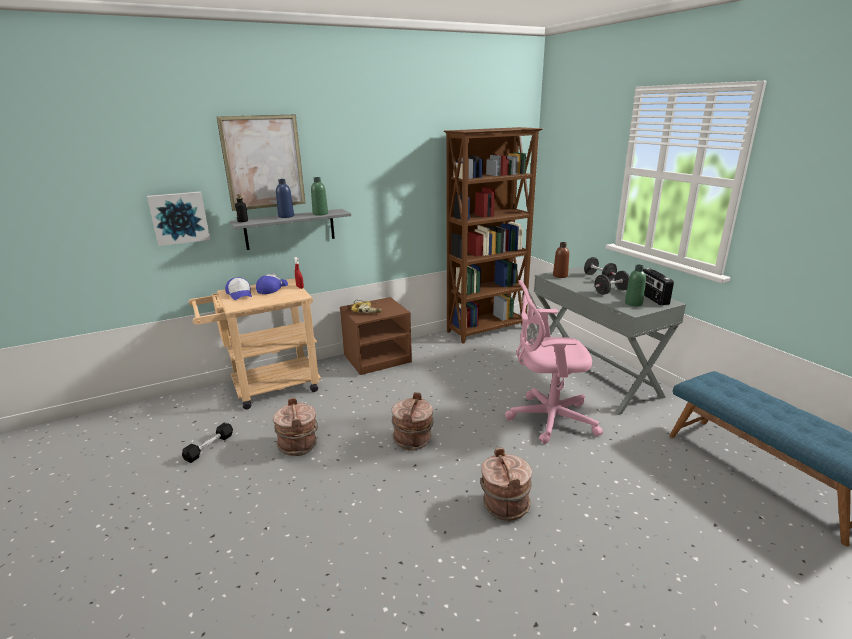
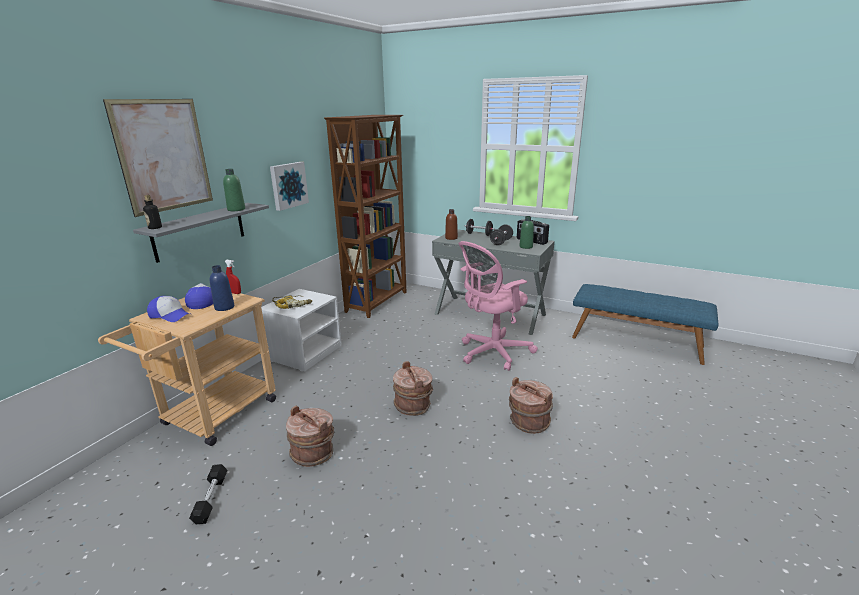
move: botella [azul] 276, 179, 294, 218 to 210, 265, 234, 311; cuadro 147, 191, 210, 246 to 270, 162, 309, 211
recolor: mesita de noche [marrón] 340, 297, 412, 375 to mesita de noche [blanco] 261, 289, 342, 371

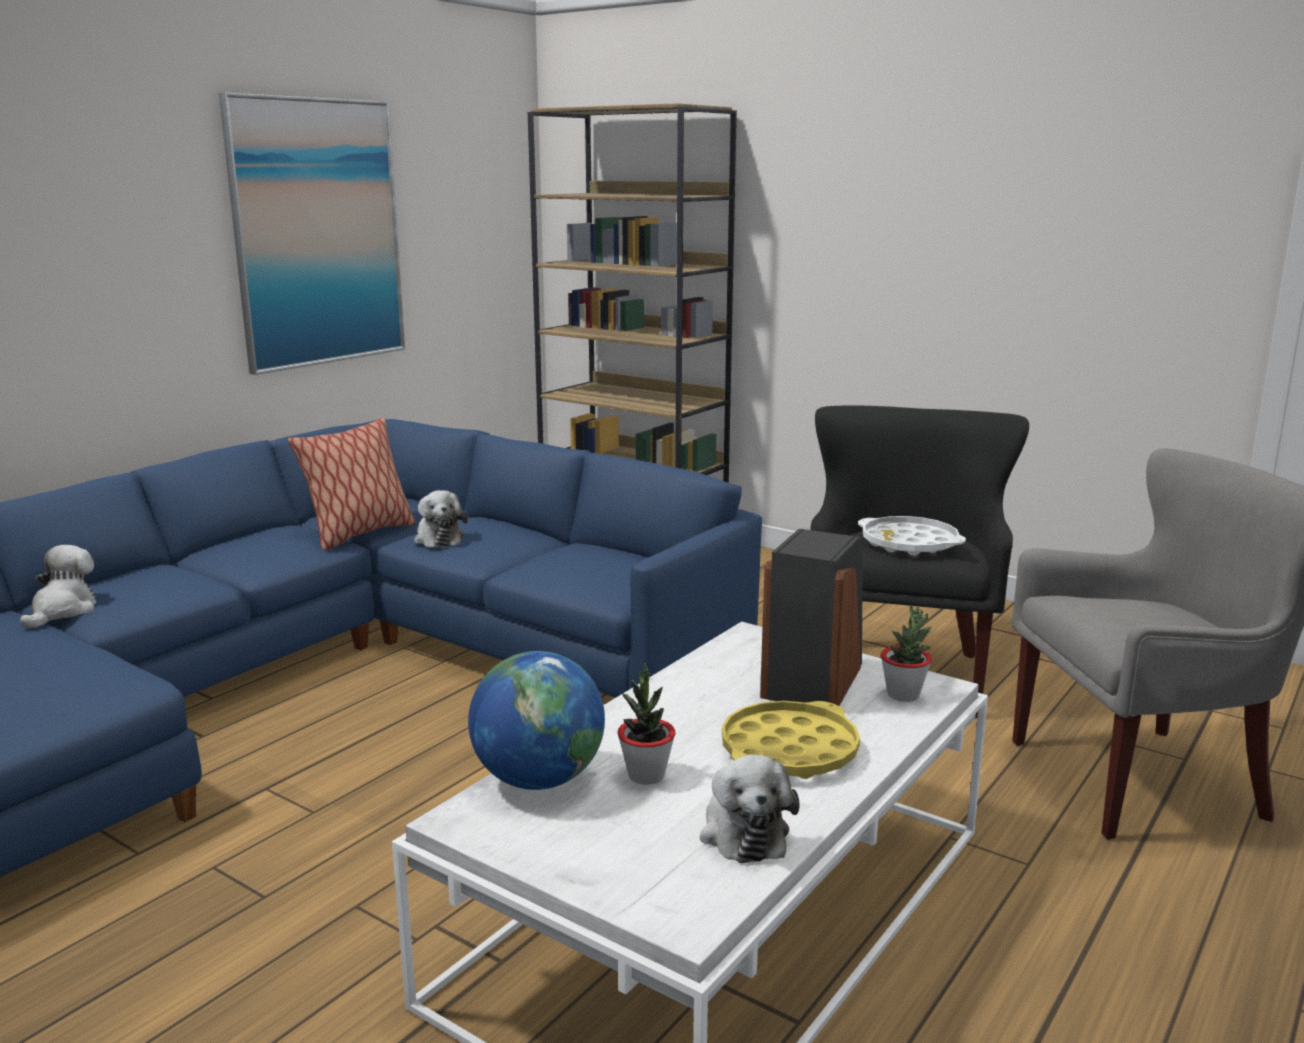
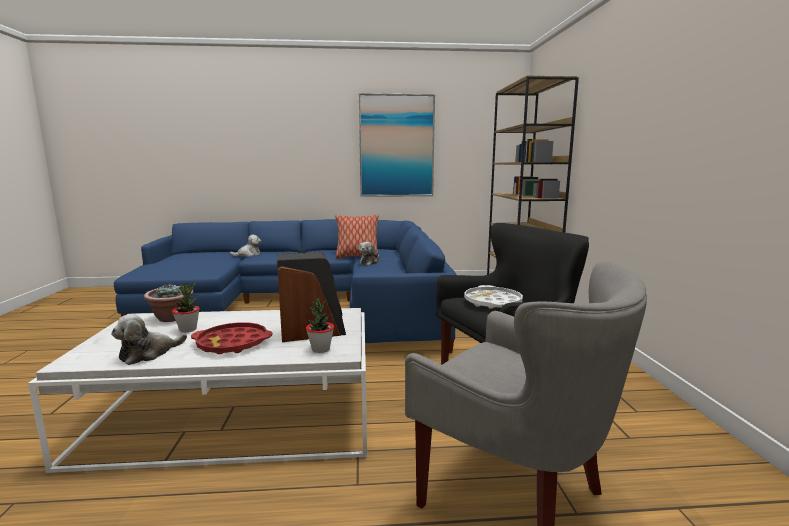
replace: globo terráqueo 468, 651, 605, 790 to planta en maceta 144, 283, 193, 322
recolor: bandeja [amarillo] 722, 701, 860, 779 to bandeja [rojo] 191, 322, 272, 354

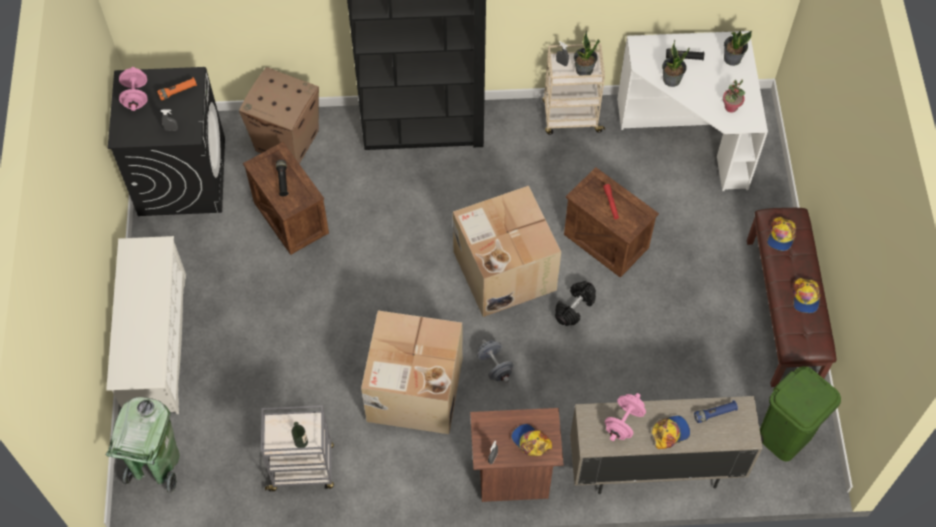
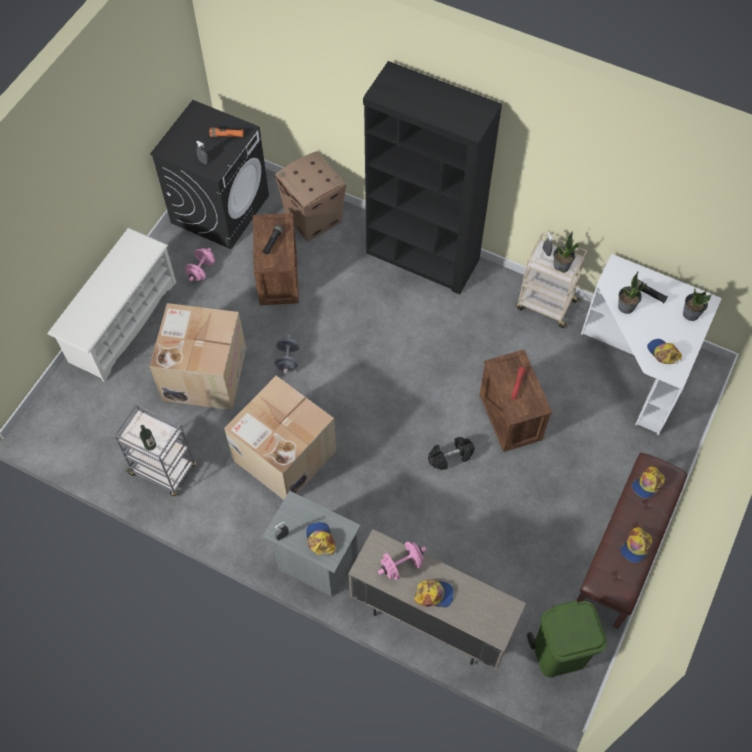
delete: papelera [verde] 106, 397, 180, 493; linterna [azul] 694, 400, 738, 423
move: mancuerna [rosa] 119, 67, 148, 111 to 185, 248, 215, 282; caja de cartón 453, 186, 561, 317 to 149, 303, 246, 410; mancuerna [gris] 477, 339, 514, 383 to 275, 335, 300, 374
replace: planta en maceta 723, 79, 745, 113 to gorra 647, 339, 682, 364
recolor: mesita de noche [marrón] 470, 408, 564, 502 to mesita de noche [gris] 262, 491, 361, 597

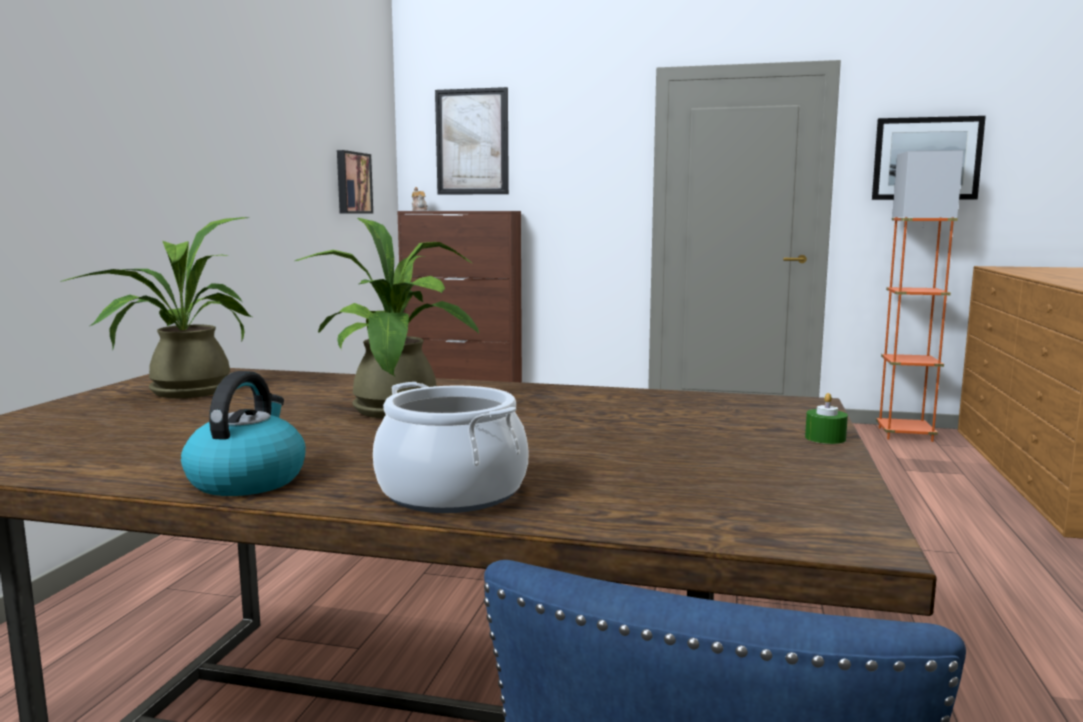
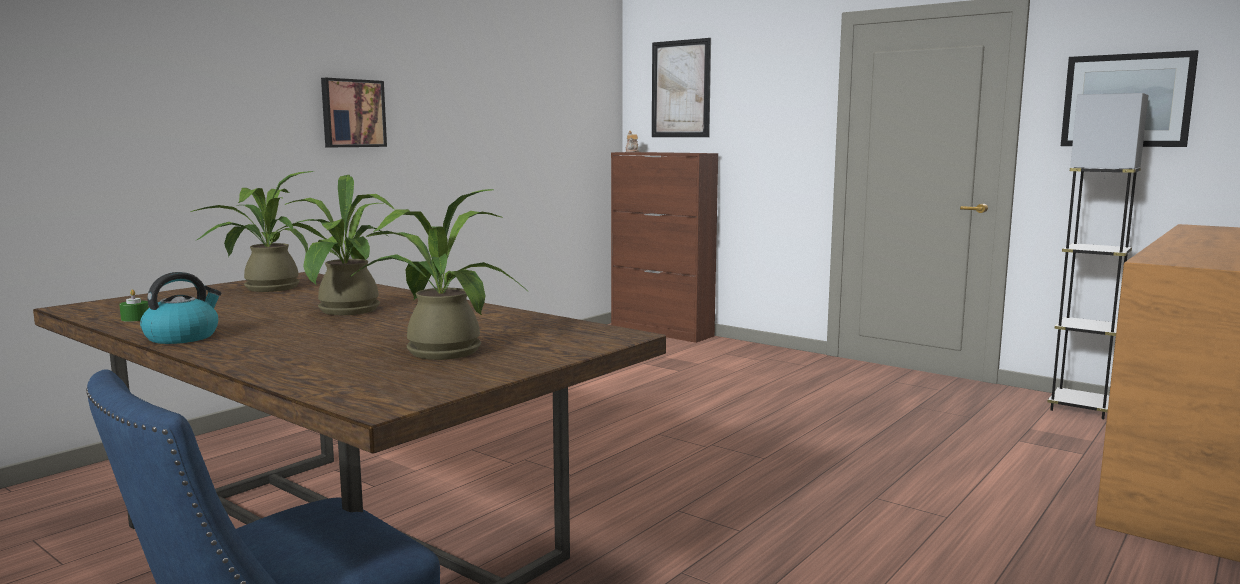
delete: olla 373, 382, 529, 513
insert: planta en maceta 350, 189, 529, 360
move: cuadro 337, 150, 373, 214 to 321, 78, 387, 147; vela [verde] 805, 393, 848, 444 to 119, 289, 149, 322
recolor: lámpara de pie [naranja] 876, 150, 964, 442 to lámpara de pie [gris] 1048, 93, 1149, 420

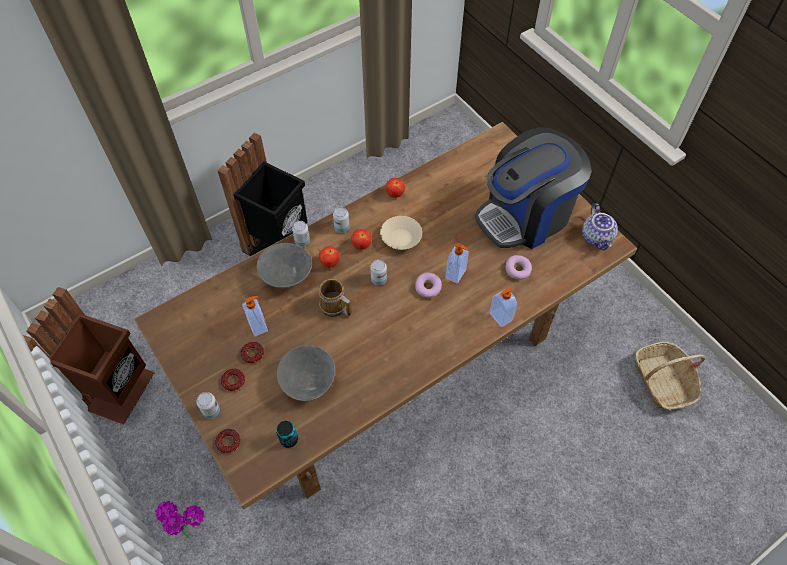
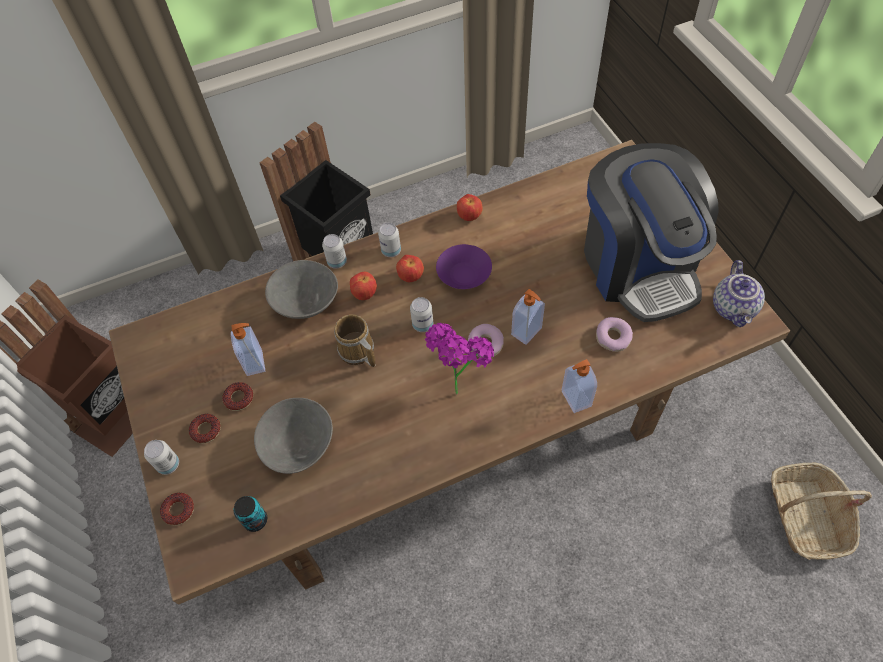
move: planta en maceta 156, 501, 204, 538 to 425, 323, 494, 395
recolor: cuenco [beis] 380, 216, 422, 250 to cuenco [morado] 436, 244, 492, 289
rotate: cafetera 475, 127, 592, 249 = 584, 143, 719, 322 90 degrees counterclockwise

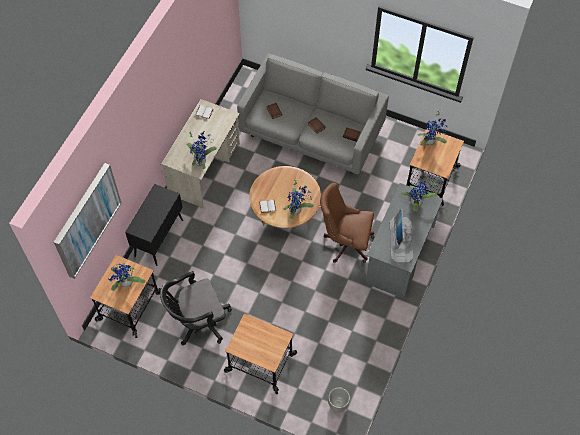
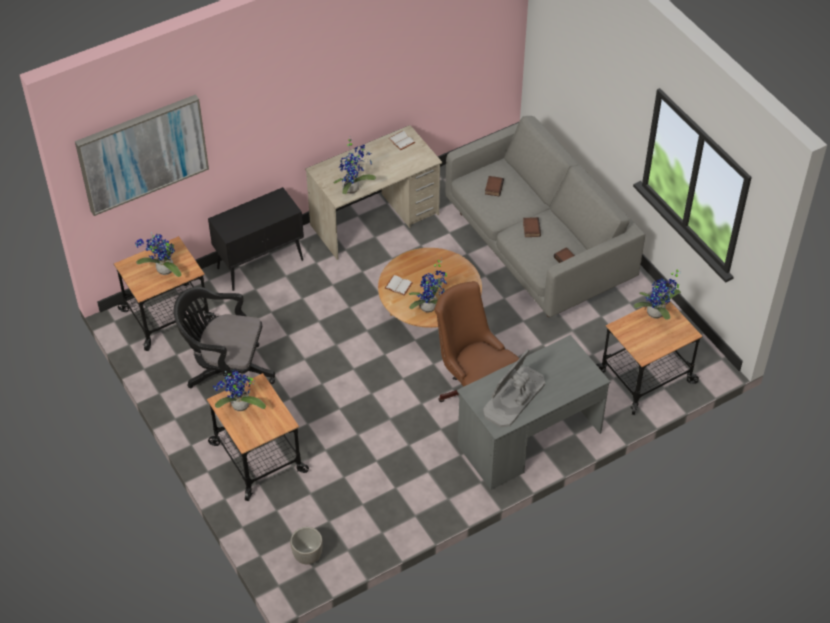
move: planta en maceta 401, 182, 438, 211 to 213, 370, 266, 411

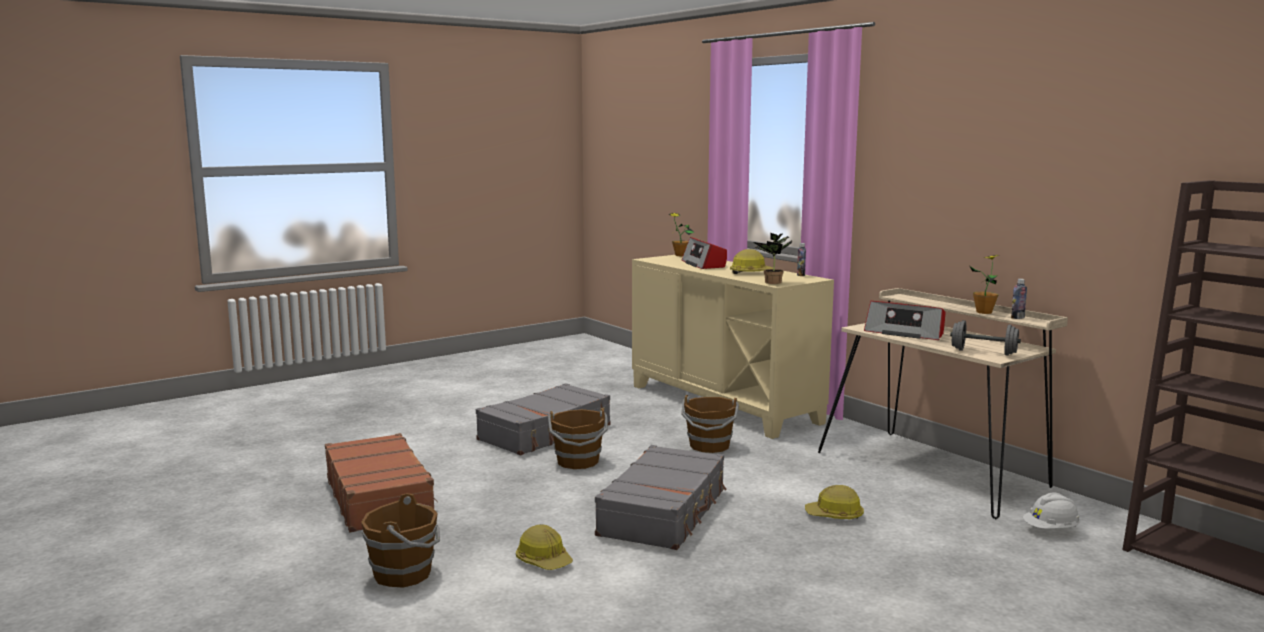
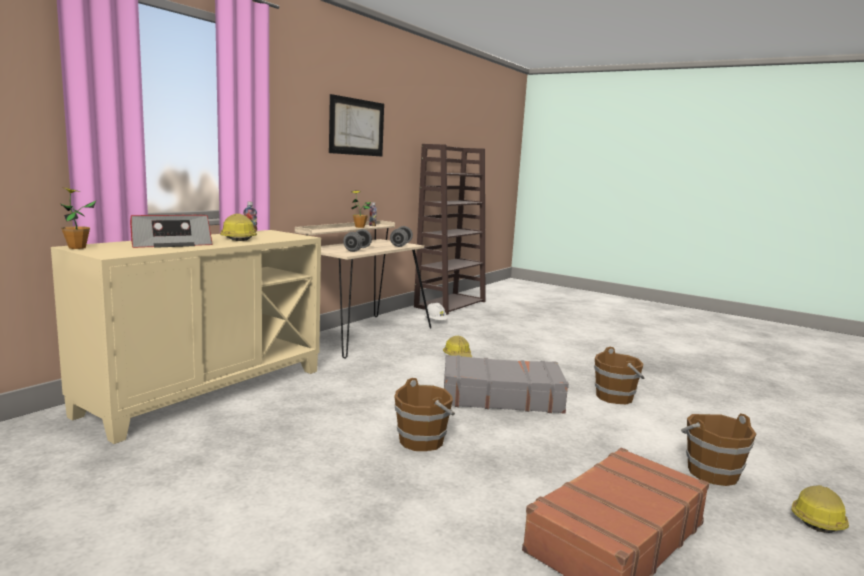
delete: planta en maceta 753, 233, 792, 284; maleta [gris] 476, 383, 610, 455
insert: cuadro 329, 94, 384, 156
move: cubo [marrón] 681, 395, 739, 453 to 594, 347, 644, 404; casco 516, 524, 573, 570 to 791, 485, 849, 533
replace: radio 864, 301, 946, 340 to mancuerna [gris] 343, 229, 372, 252

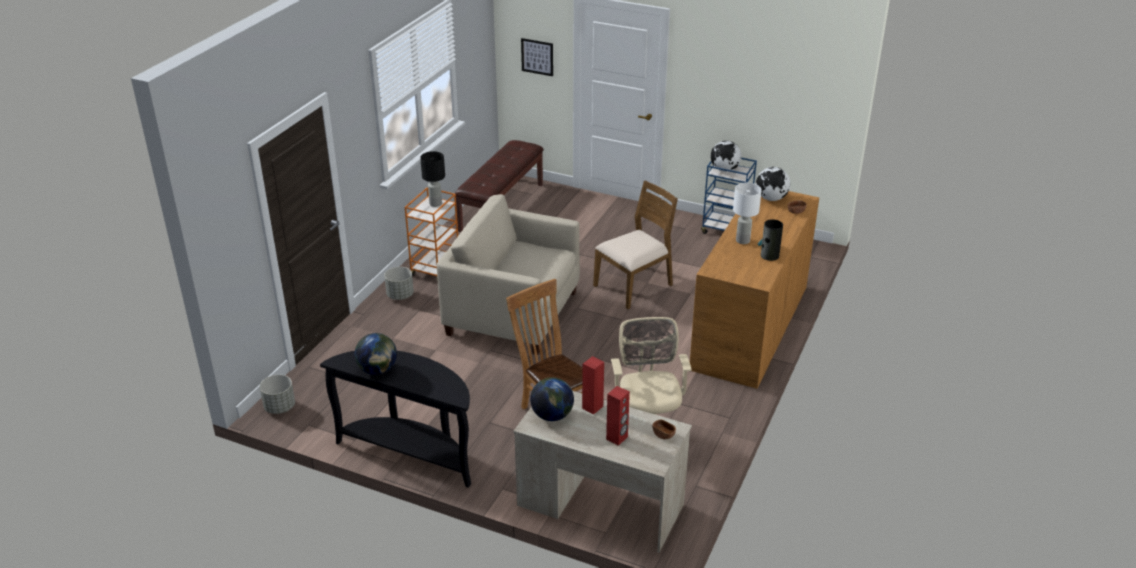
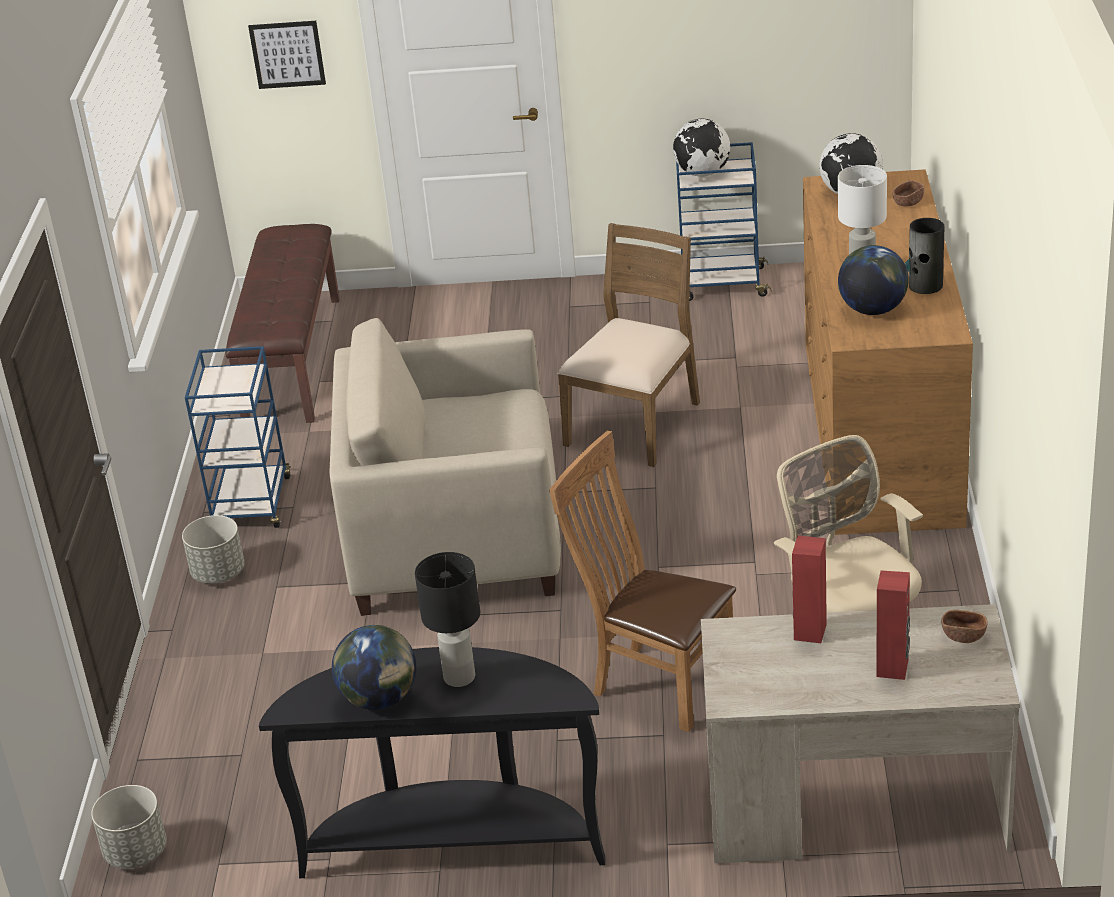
move: lámpara de mesa [negro] 420, 151, 445, 207 to 415, 552, 480, 687; globo terráqueo 530, 377, 574, 421 to 838, 245, 909, 315
recolor: carrito [naranja] 405, 187, 458, 280 to carrito [azul] 185, 346, 291, 528

